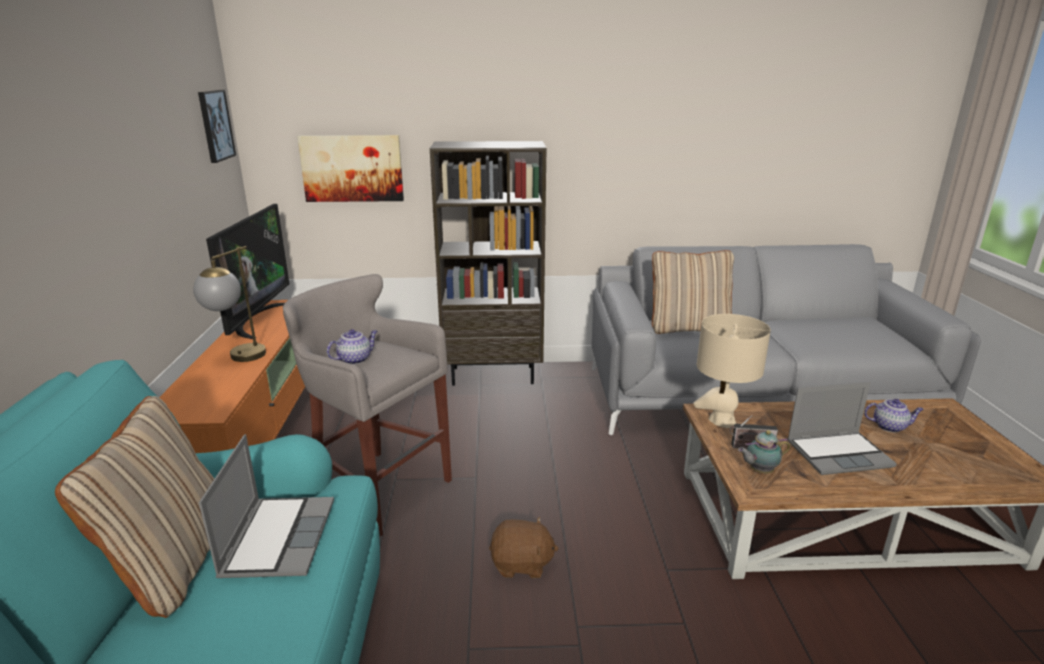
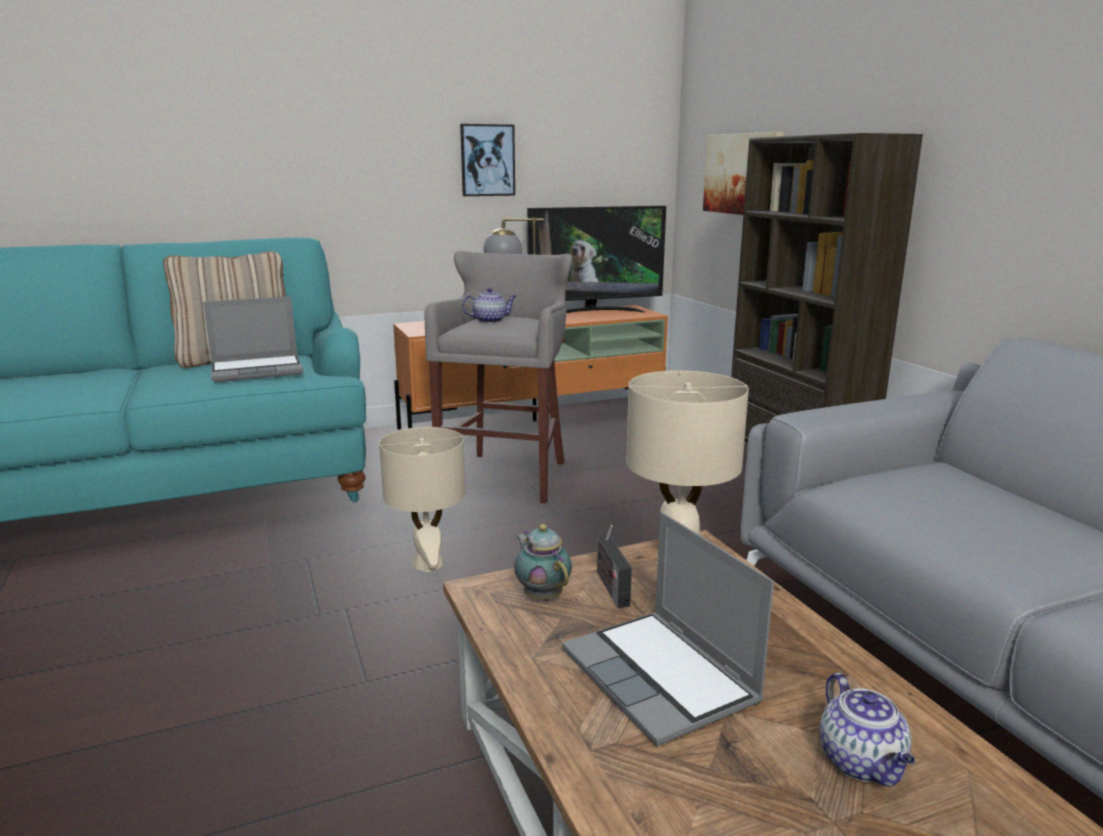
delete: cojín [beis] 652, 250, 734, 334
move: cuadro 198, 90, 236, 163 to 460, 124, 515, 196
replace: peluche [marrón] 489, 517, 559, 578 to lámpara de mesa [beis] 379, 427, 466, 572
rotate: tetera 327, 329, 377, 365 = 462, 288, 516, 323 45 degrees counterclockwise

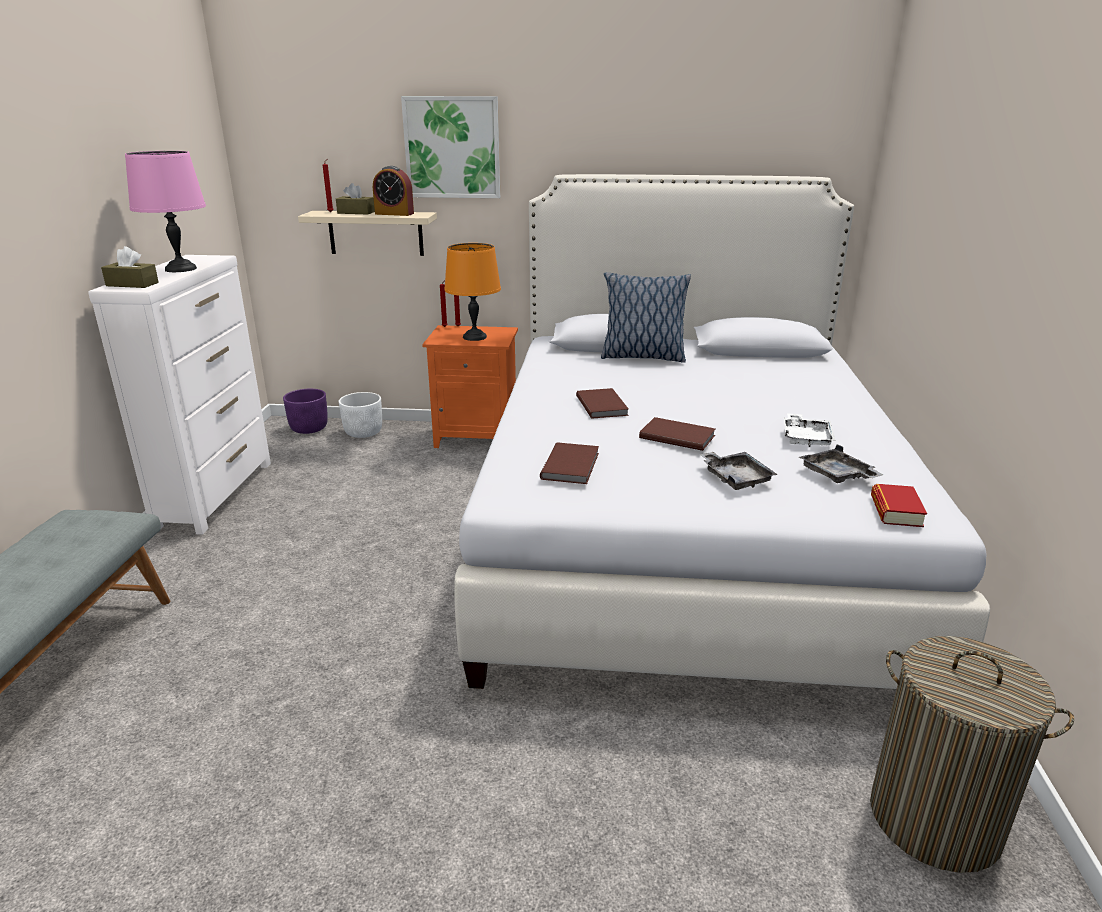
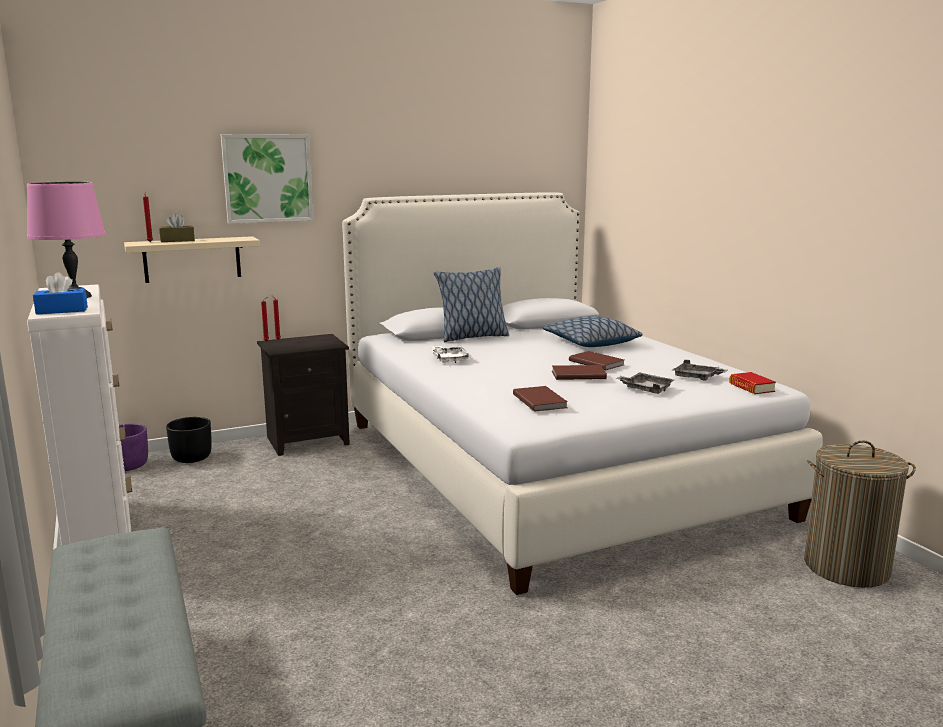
delete: despertador 373, 166, 414, 216; lámpara de mesa [naranja] 444, 243, 501, 341
insert: cojín 542, 316, 643, 347
move: libro [marrón] 576, 388, 629, 419 to 569, 351, 624, 370; bandeja [blanco] 784, 413, 836, 447 to 432, 346, 471, 363
recolor: caja de pañuelos [marrón] 101, 246, 159, 288 to caja de pañuelos [azul] 33, 272, 88, 315; mesita de noche [naranja] 422, 325, 518, 448 to mesita de noche [negro] 257, 334, 350, 456; maceta [blanco] 339, 392, 382, 438 to maceta [negro] 166, 417, 212, 463

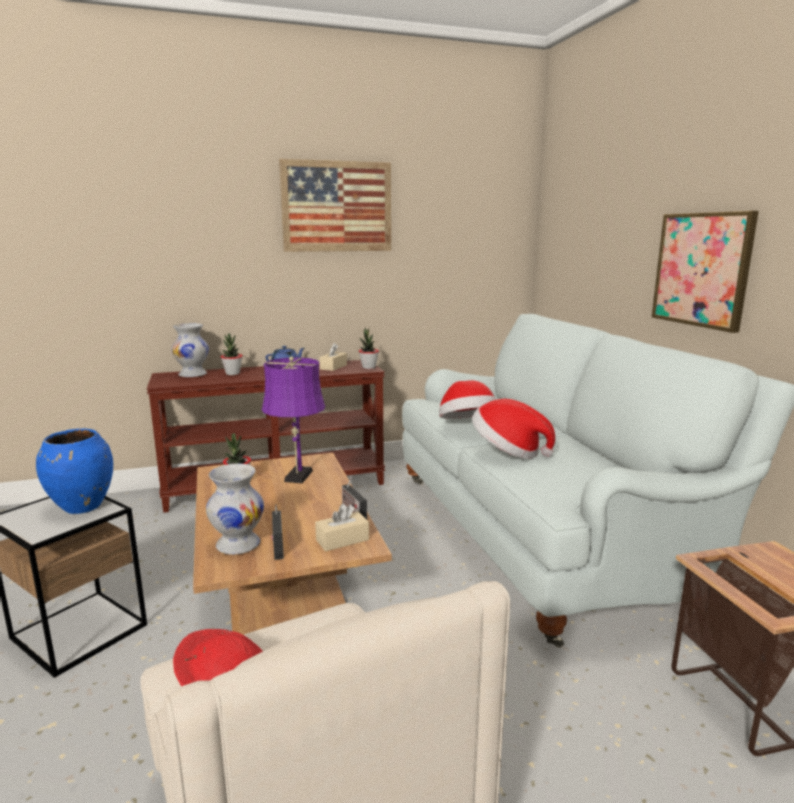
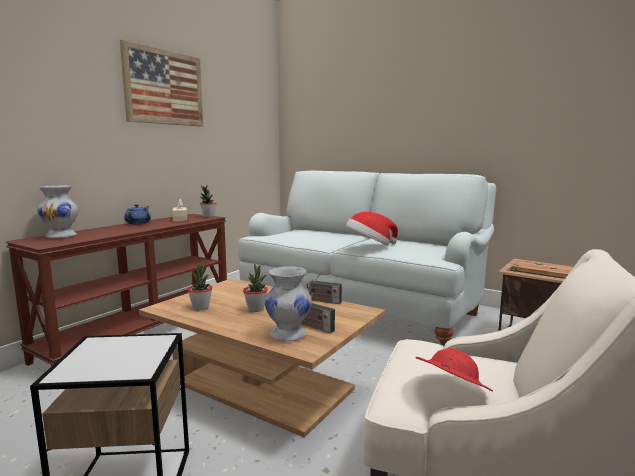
delete: cuadro 652, 211, 759, 333; lámpara de mesa [morado] 262, 356, 325, 483; sombrero 439, 380, 496, 419; florero [azul] 36, 429, 113, 514; caja de pañuelos [beis] 315, 504, 369, 551
move: planta en maceta 221, 333, 243, 375 to 243, 264, 268, 312

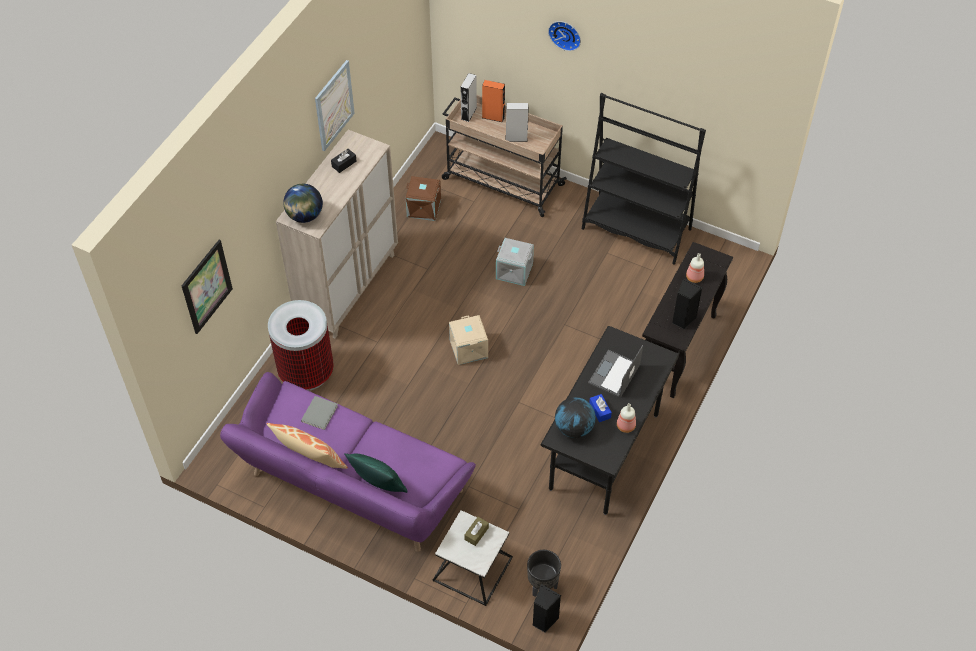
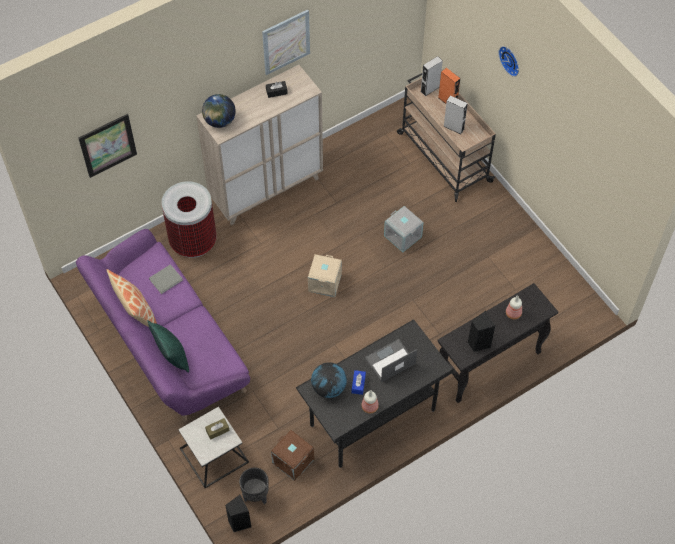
delete: estantería [negro] 582, 93, 706, 265
move: caja de almacenaje [marrón] 406, 176, 441, 221 to 271, 430, 314, 481

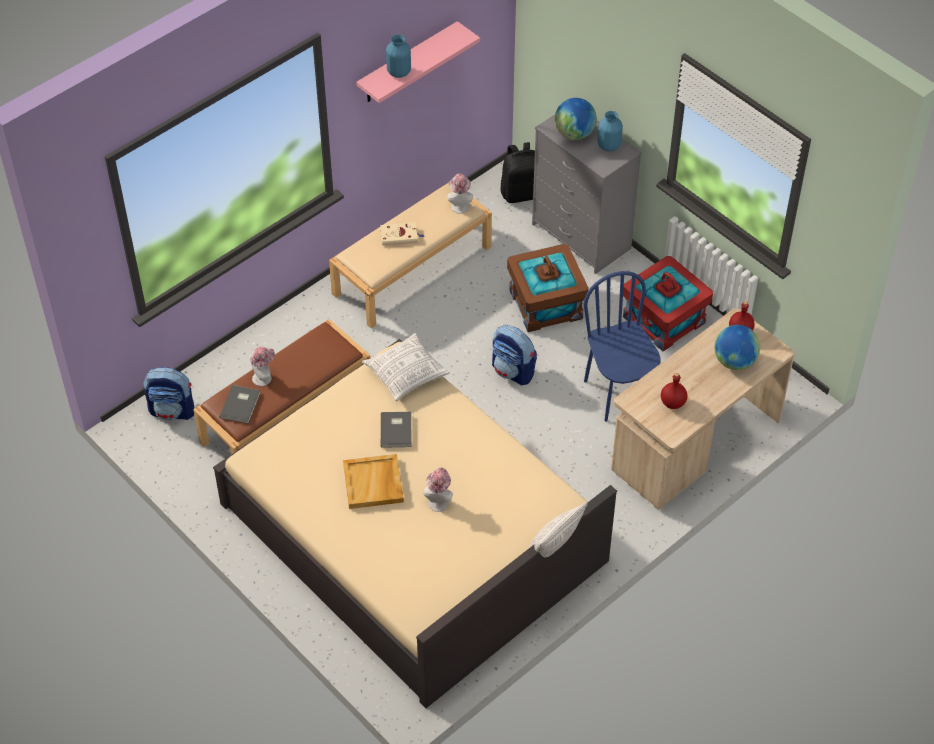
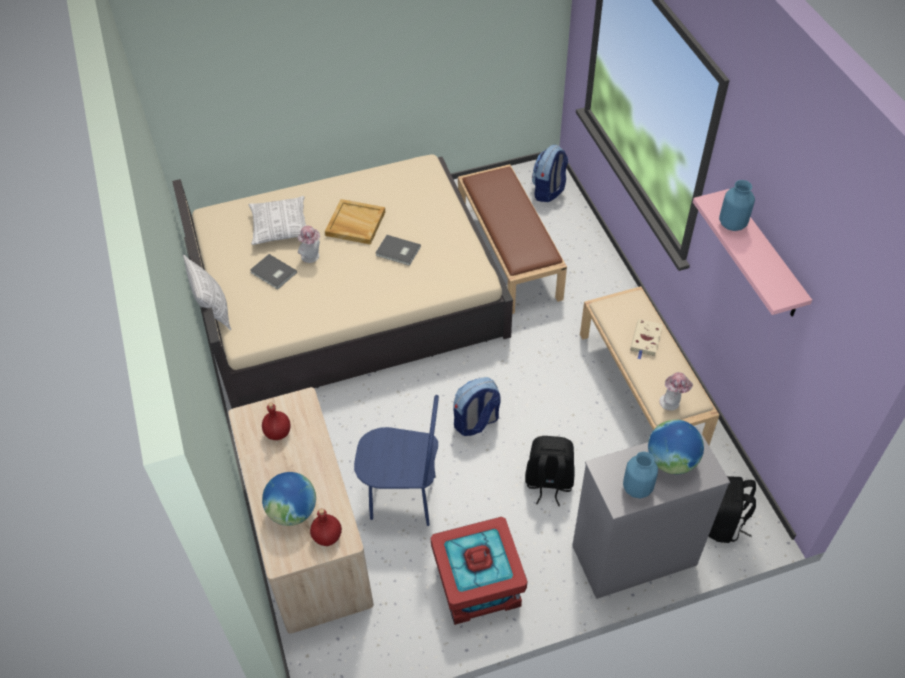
delete: sombrero 250, 346, 275, 386
move: cojín 362, 333, 450, 401 to 249, 196, 306, 245; libro [gris] 219, 385, 260, 424 to 250, 254, 297, 290
replace: caja de almacenaje [marrón] 507, 244, 588, 332 to mochila [negro] 525, 436, 575, 506

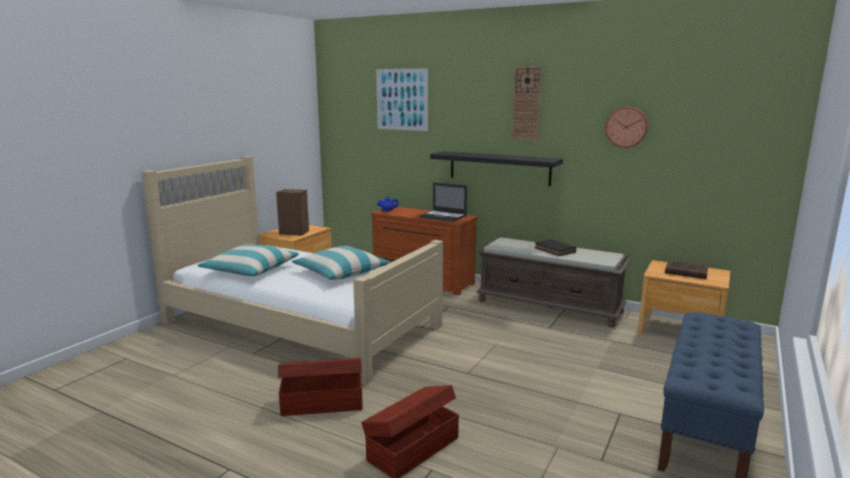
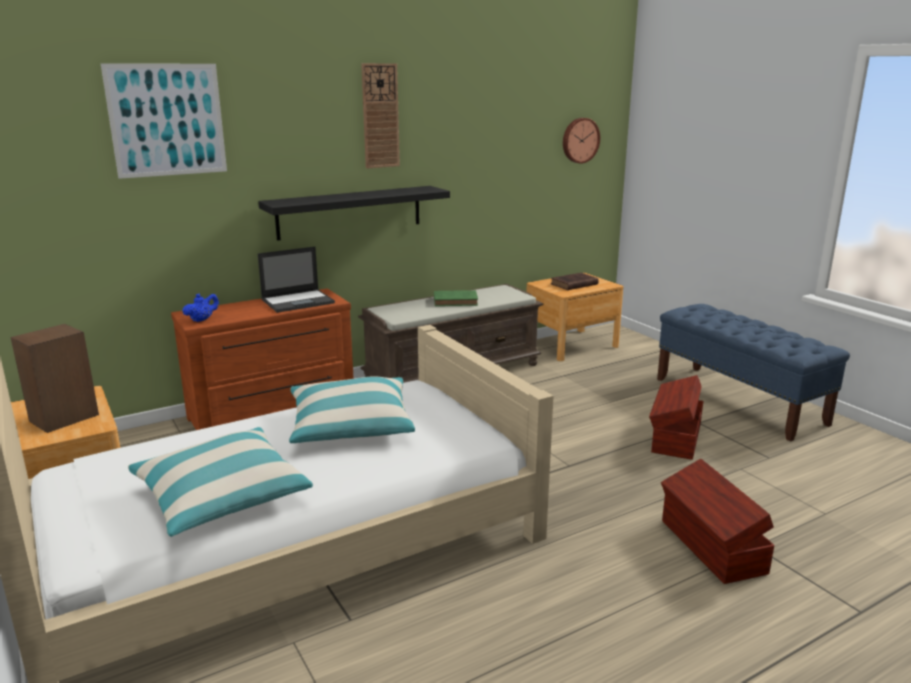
move: reloj de pared 605, 107, 648, 148 to 563, 118, 600, 164; caja de almacenaje [marrón] 278, 358, 362, 416 to 649, 375, 704, 460
recolor: libro [negro] 534, 239, 576, 256 to libro [verde] 434, 290, 478, 306

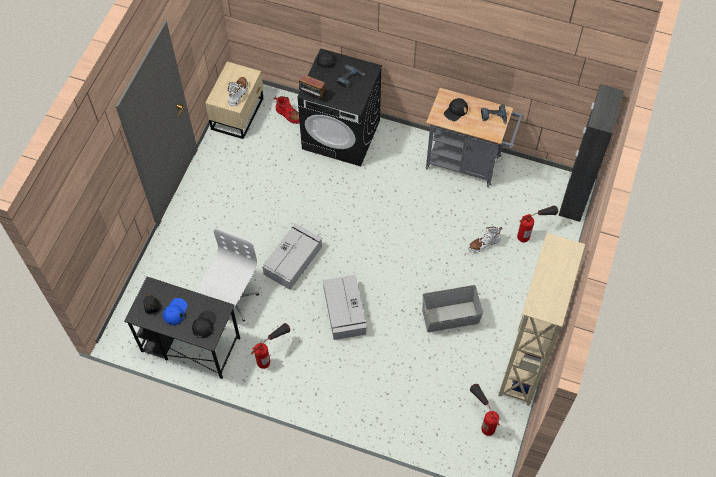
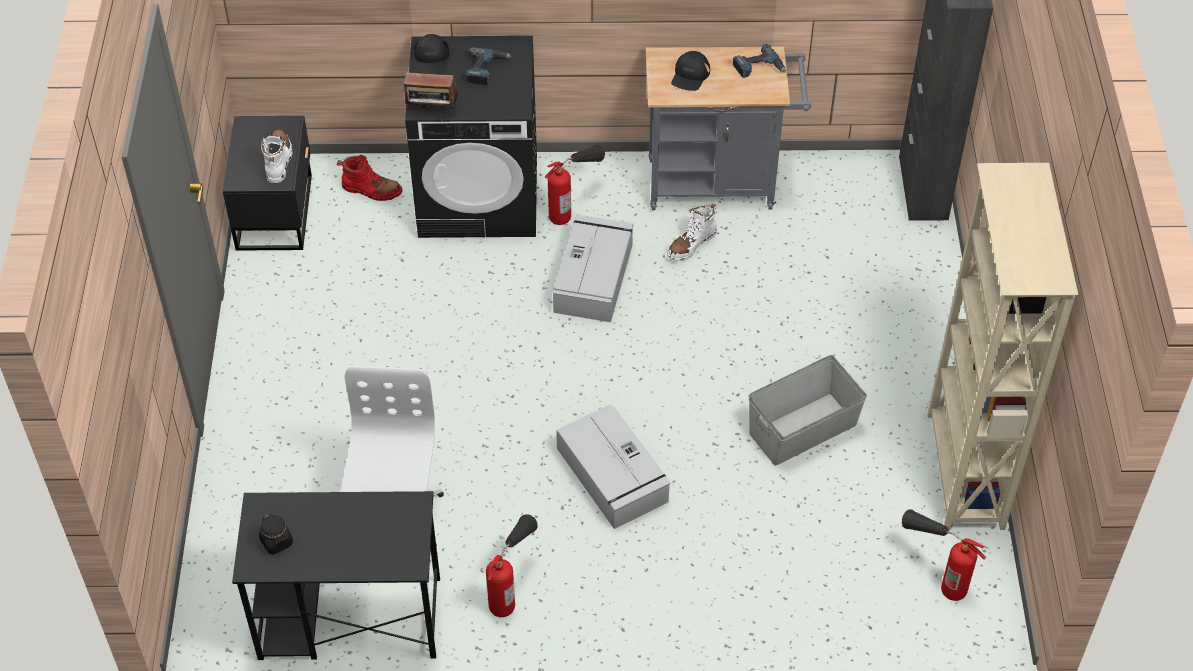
delete: gorra [azul] 163, 298, 187, 326; gorra [negro] 192, 310, 217, 338
move: extintor 517, 206, 558, 242 to 544, 145, 605, 225; caja de almacenaje [gris] 262, 223, 322, 290 to 553, 215, 634, 322; bota [blanco] 468, 227, 503, 253 to 667, 204, 717, 262
recolor: mesita de noche [beis] 205, 62, 263, 139 to mesita de noche [negro] 223, 116, 312, 251

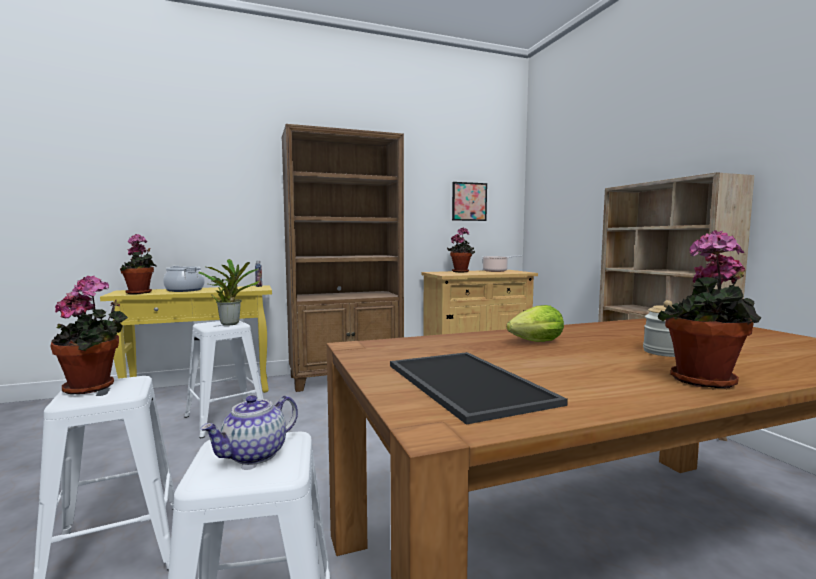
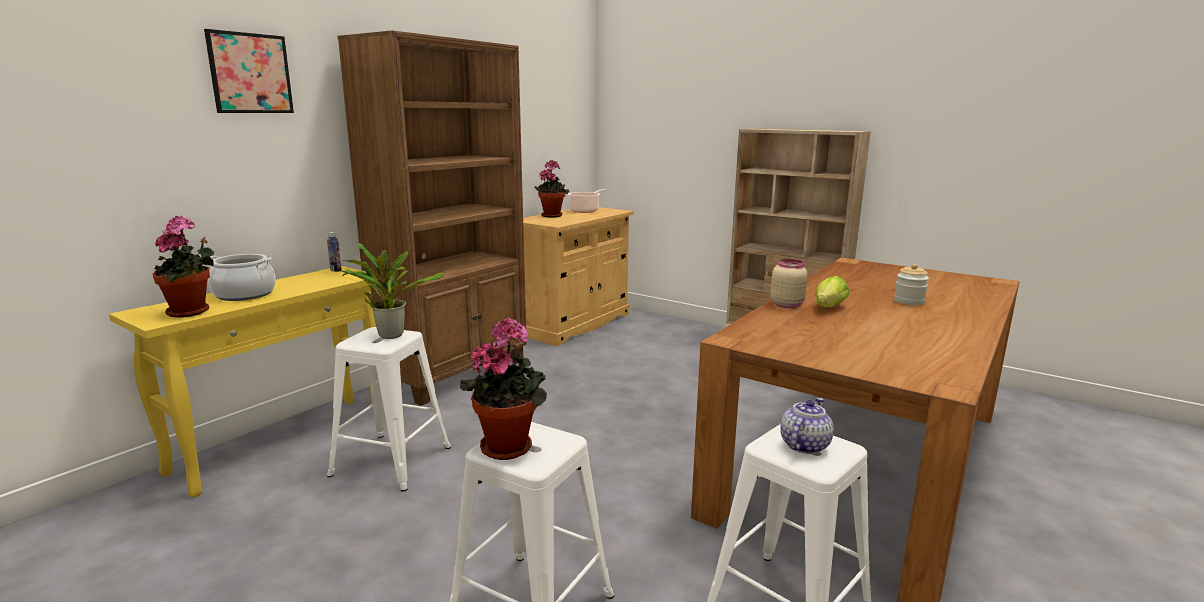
delete: planta en maceta 658, 230, 761, 389; bandeja 390, 352, 568, 425
insert: tarro [beis] 770, 259, 807, 308
move: cuadro 452, 182, 487, 221 to 204, 29, 294, 113
rotate: tetera 200, 395, 298, 465 = 780, 398, 834, 454 150 degrees counterclockwise

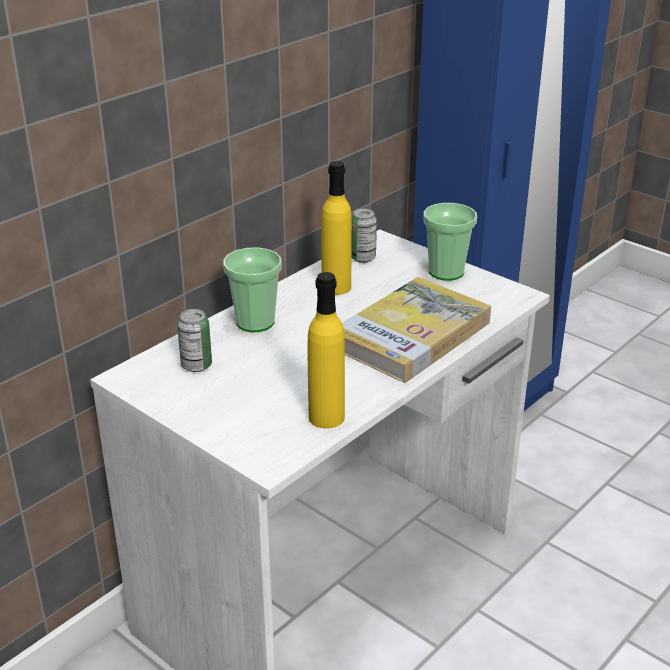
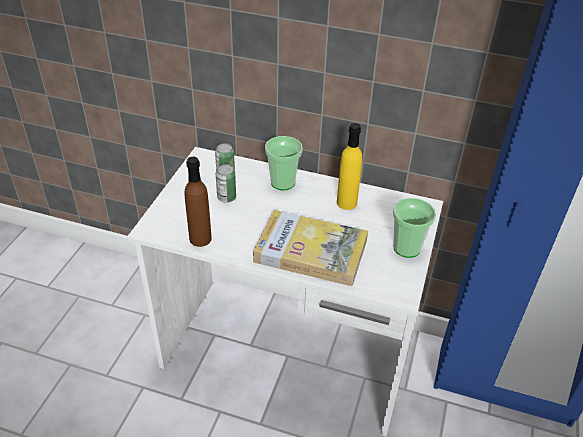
move: lata 351, 209, 377, 263 to 216, 165, 236, 202
recolor: botella [amarillo] 308, 272, 345, 429 to botella [marrón] 184, 157, 212, 247

